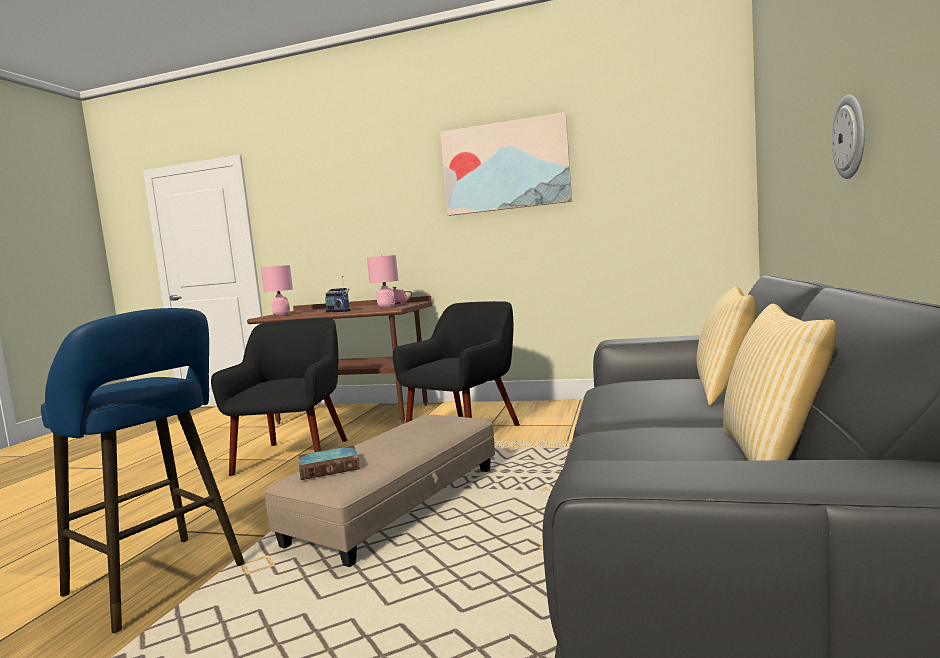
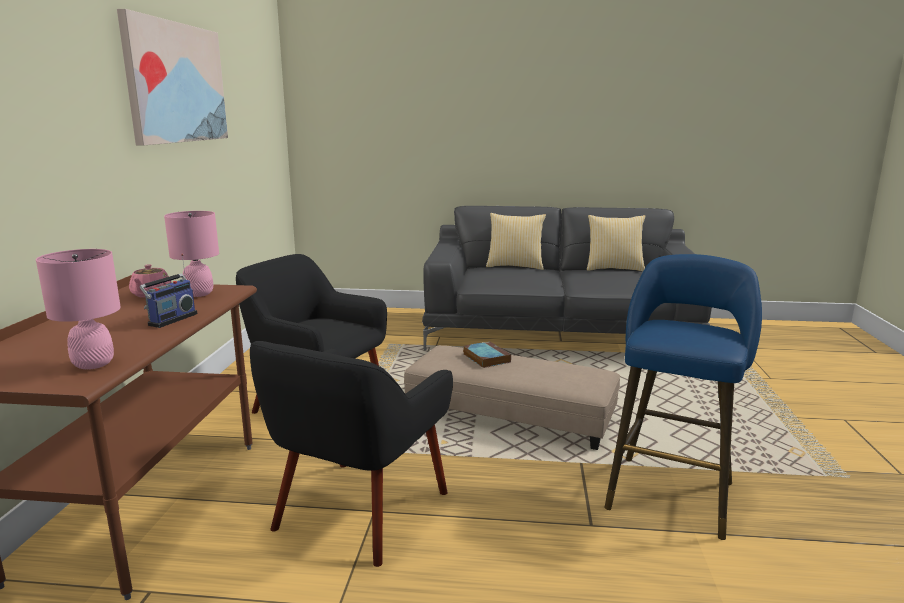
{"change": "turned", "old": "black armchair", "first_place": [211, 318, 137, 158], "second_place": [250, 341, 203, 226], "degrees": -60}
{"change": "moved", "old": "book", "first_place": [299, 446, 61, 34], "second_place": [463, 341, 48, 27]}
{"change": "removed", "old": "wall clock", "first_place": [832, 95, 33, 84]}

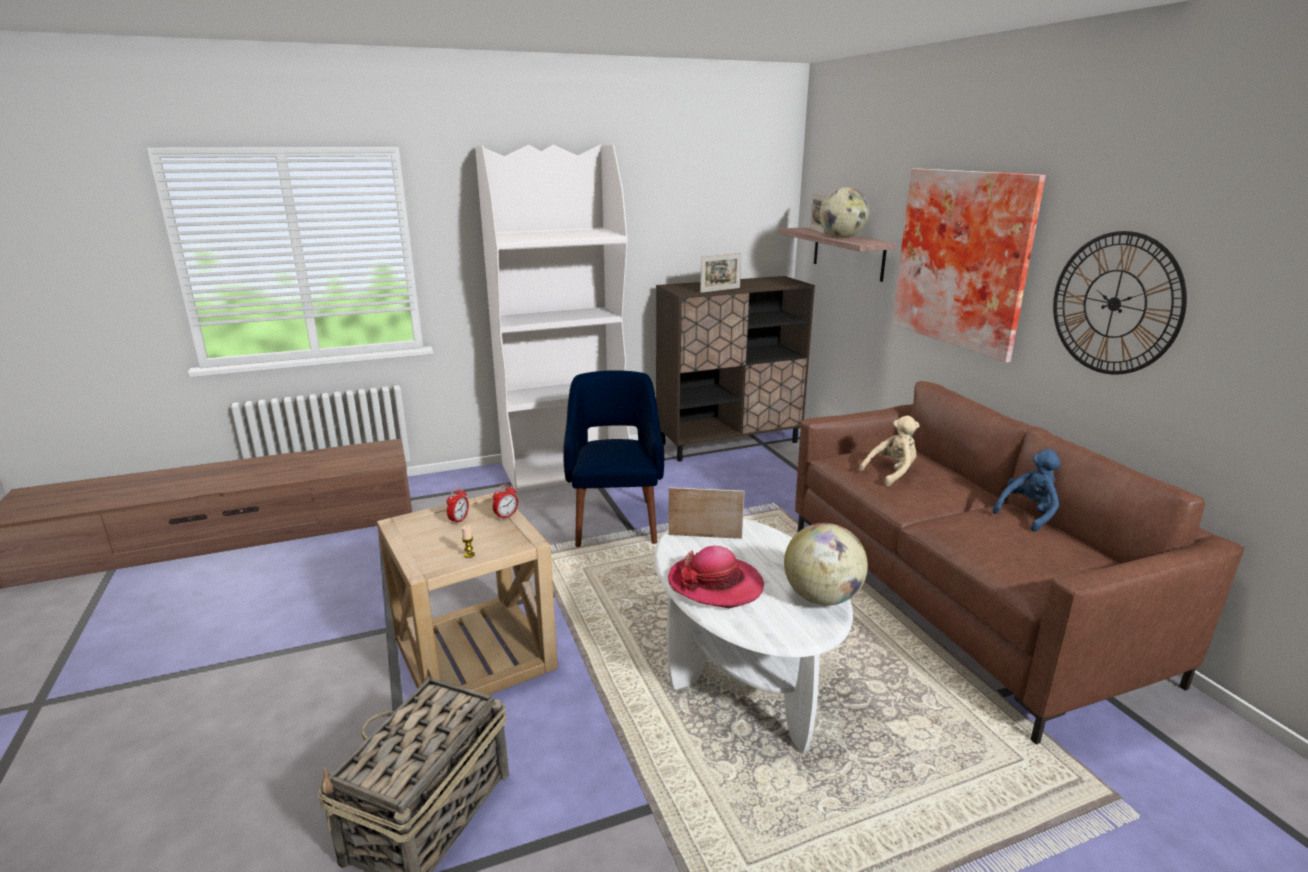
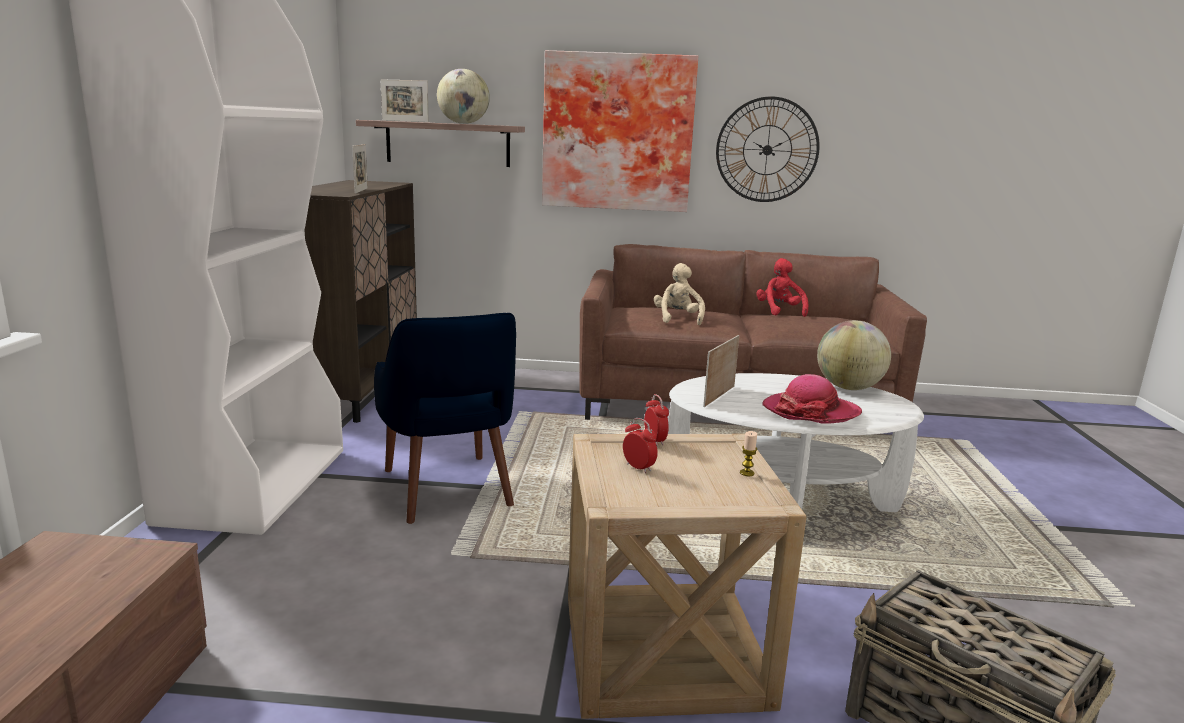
{"change": "turned", "old": "blue armchair", "first_place": [563, 370, 101, 177], "second_place": [374, 313, 142, 211], "degrees": -135}
{"change": "recoloured", "old": "blue plush toy", "new": "red plush toy", "first_place": [992, 449, 68, 83], "second_place": [756, 258, 52, 59]}

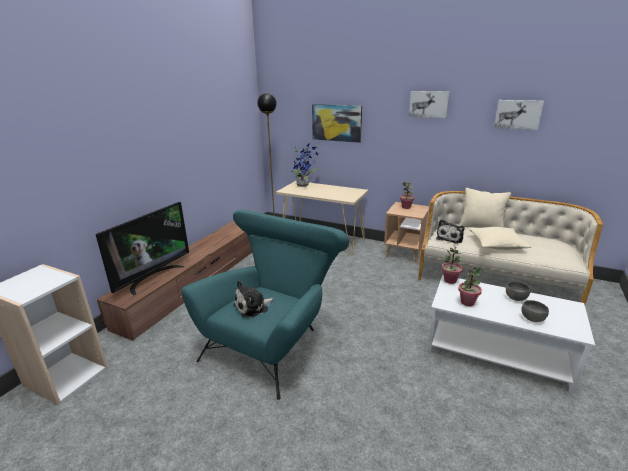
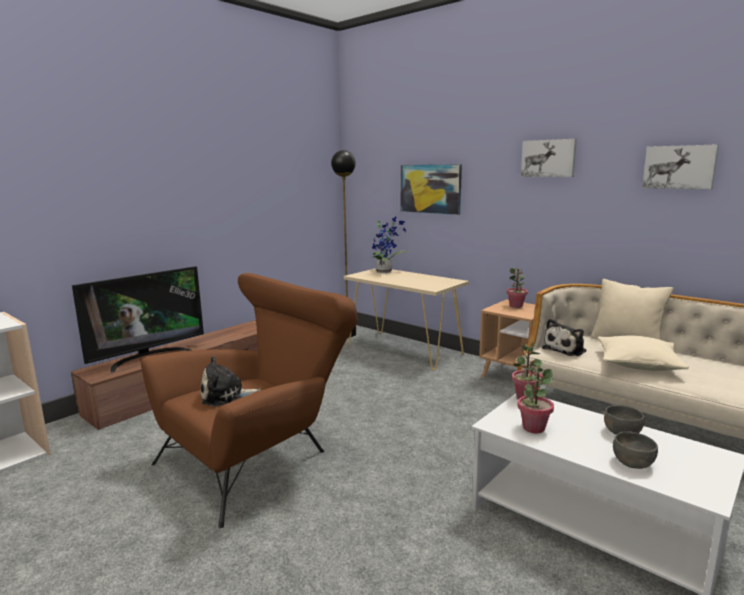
{"change": "recoloured", "old": "turquoise armchair", "new": "brown armchair", "first_place": [181, 210, 168, 190], "second_place": [141, 273, 217, 255]}

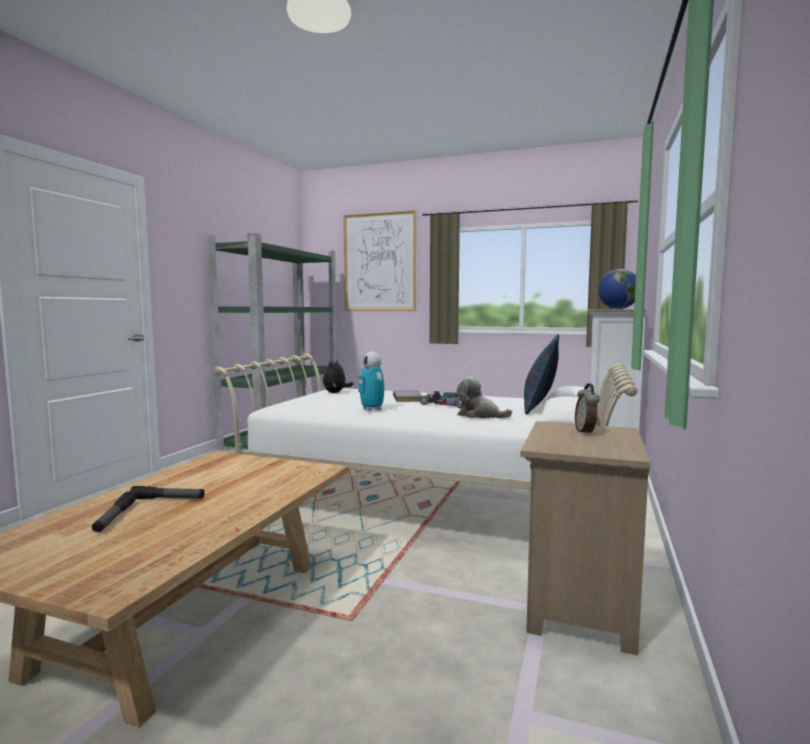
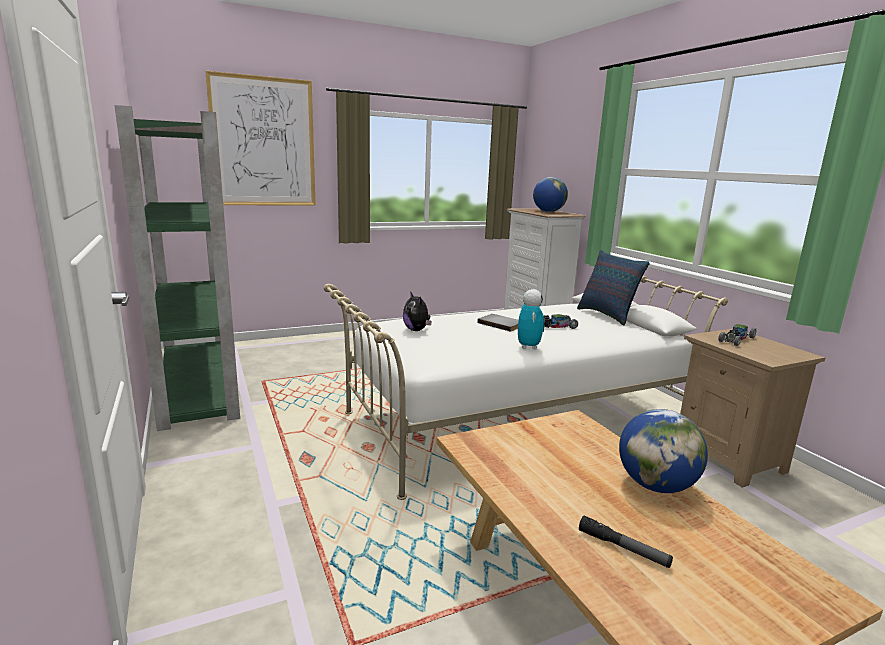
{"change": "removed", "old": "flashlight", "first_place": [130, 486, 75, 13]}
{"change": "turned", "old": "toy robot", "first_place": [358, 352, 26, 59], "second_place": [518, 289, 26, 60], "degrees": -105}
{"change": "removed", "old": "plush toy", "first_place": [457, 377, 55, 41]}
{"change": "replaced", "old": "alarm clock", "new": "toy car", "first_place": [575, 383, 25, 52], "second_place": [718, 324, 39, 22]}
{"change": "added", "new": "globe", "second_place": [619, 409, 89, 84]}

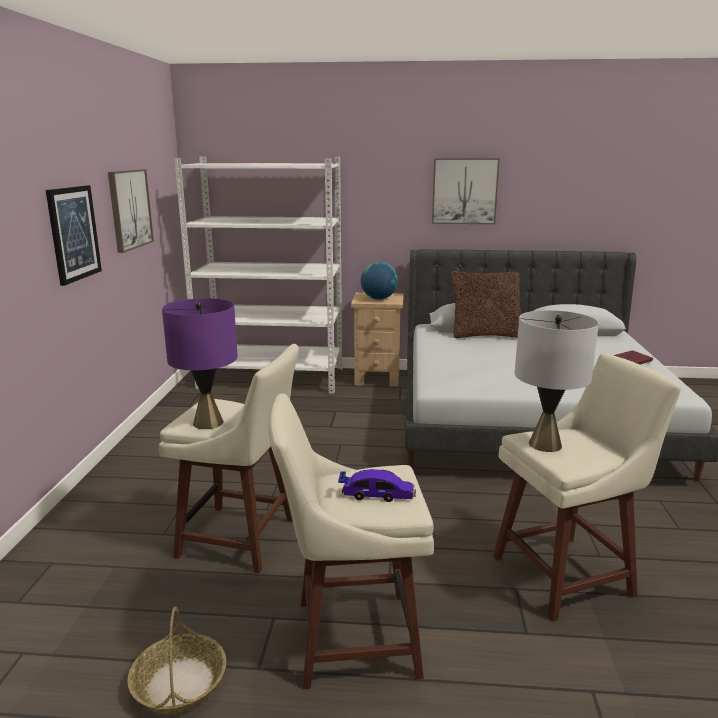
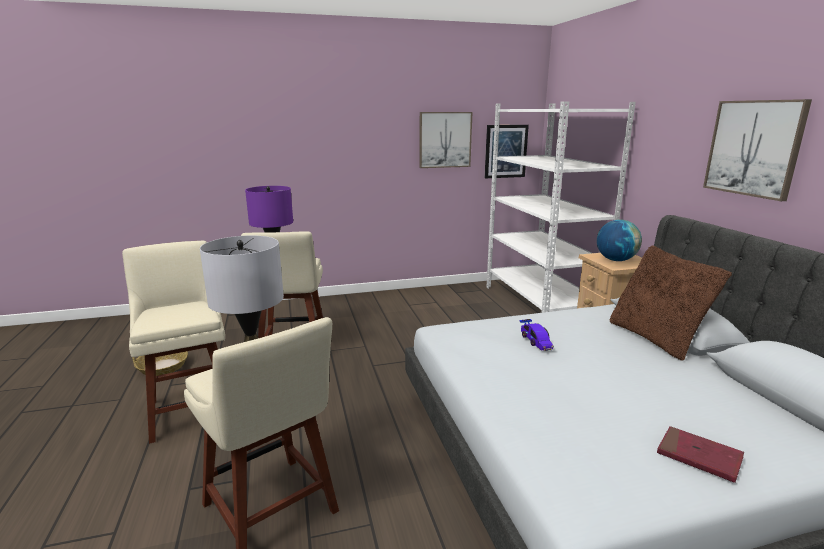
{"change": "moved", "old": "picture", "first_place": [46, 185, 56, 101], "second_place": [485, 125, 44, 53]}
{"change": "moved", "old": "toy car", "first_place": [338, 469, 78, 33], "second_place": [519, 319, 35, 32]}

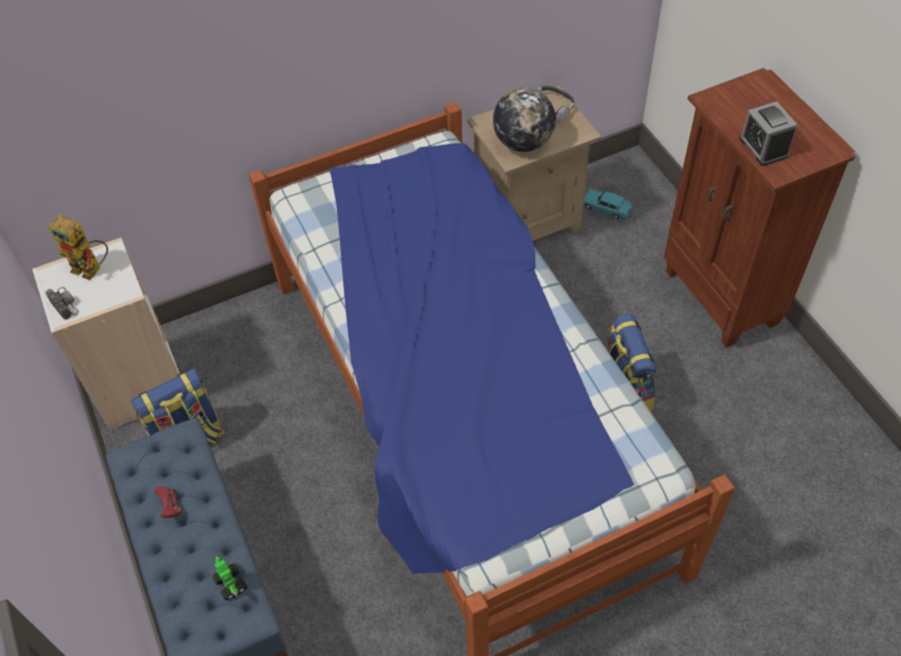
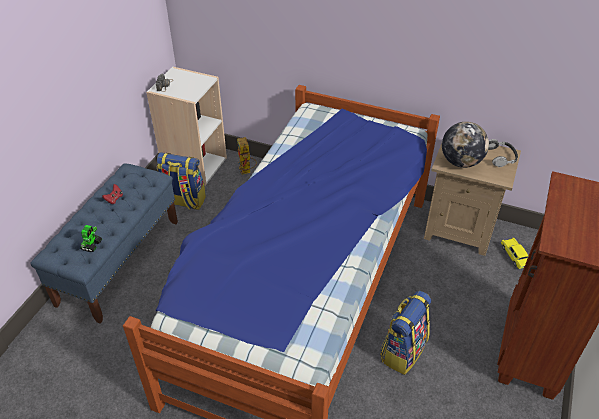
{"change": "moved", "old": "toy robot", "first_place": [48, 214, 60, 66], "second_place": [237, 137, 20, 37]}
{"change": "recoloured", "old": "turquoise toy car", "new": "yellow toy car", "first_place": [583, 188, 50, 32], "second_place": [500, 238, 28, 32]}
{"change": "removed", "old": "alarm clock", "first_place": [739, 101, 58, 65]}

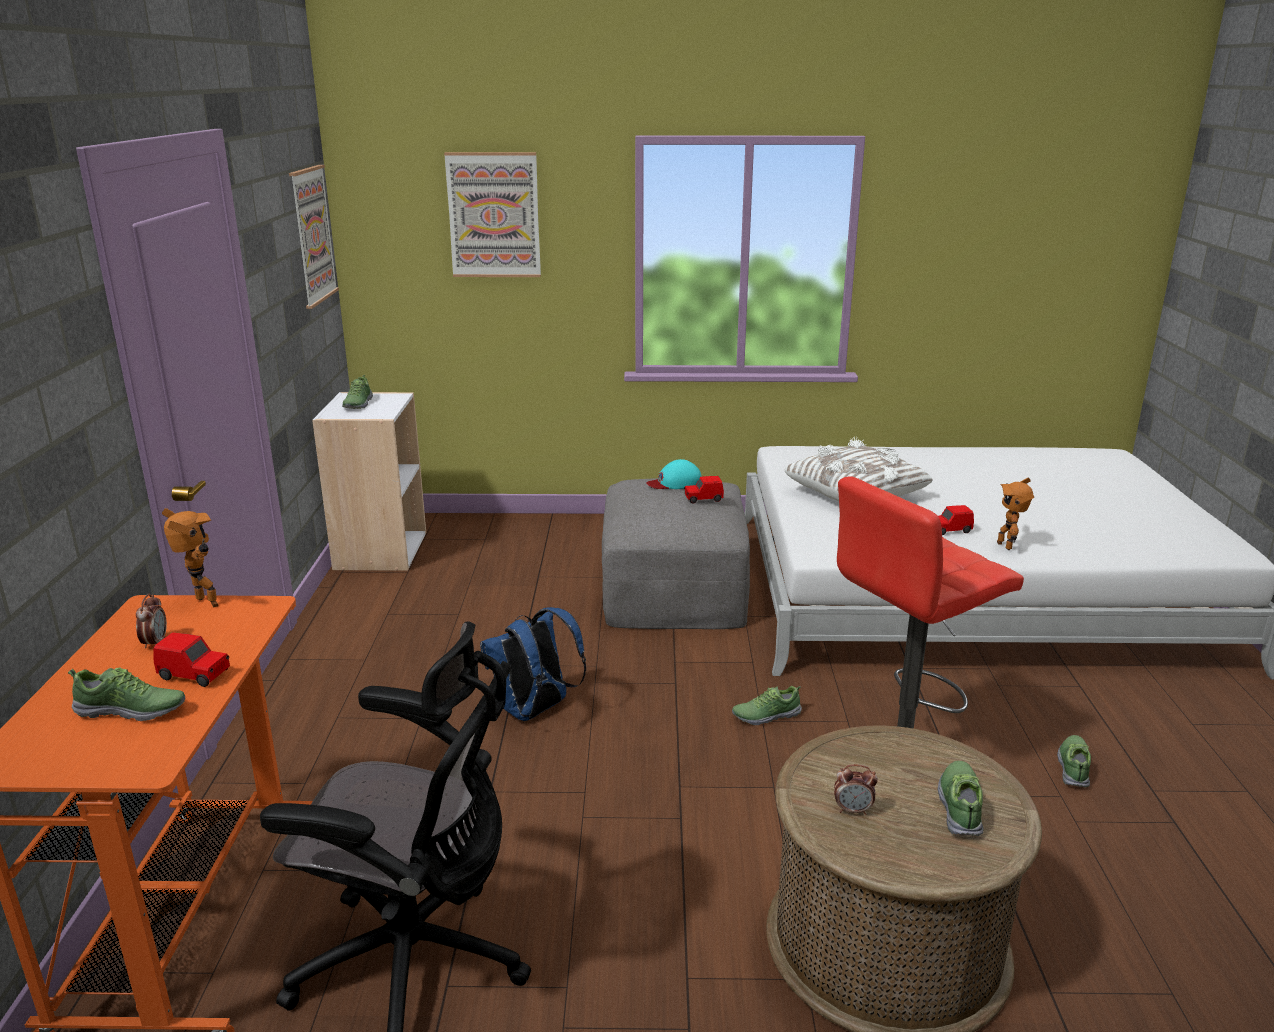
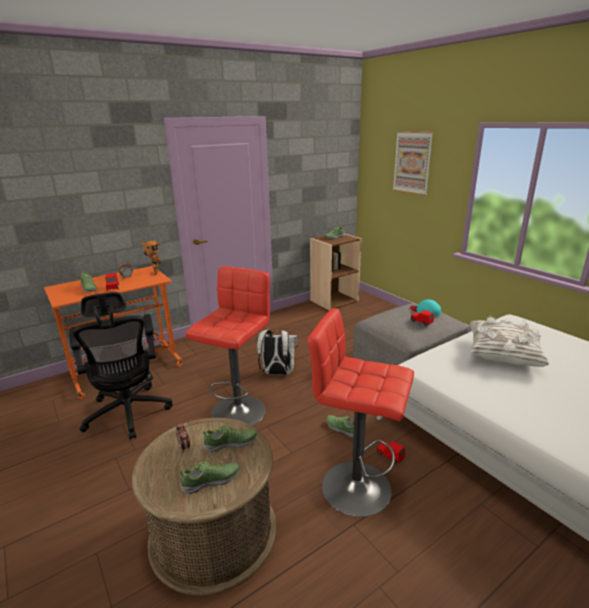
{"change": "removed", "old": "picture", "first_place": [289, 165, 50, 144]}
{"change": "recoloured", "old": "white bookcase", "new": "brown bookcase", "first_place": [312, 392, 114, 179], "second_place": [310, 234, 51, 76]}
{"change": "recoloured", "old": "blue backpack", "new": "white backpack", "first_place": [480, 607, 106, 114], "second_place": [257, 330, 41, 45]}
{"change": "moved", "old": "red toy car", "first_place": [938, 505, 36, 30], "second_place": [377, 441, 28, 23]}
{"change": "removed", "old": "toy robot", "first_place": [997, 478, 37, 72]}
{"change": "moved", "old": "shoe", "first_place": [1057, 735, 34, 53], "second_place": [202, 425, 55, 27]}
{"change": "added", "new": "red stool", "second_place": [186, 266, 84, 160]}

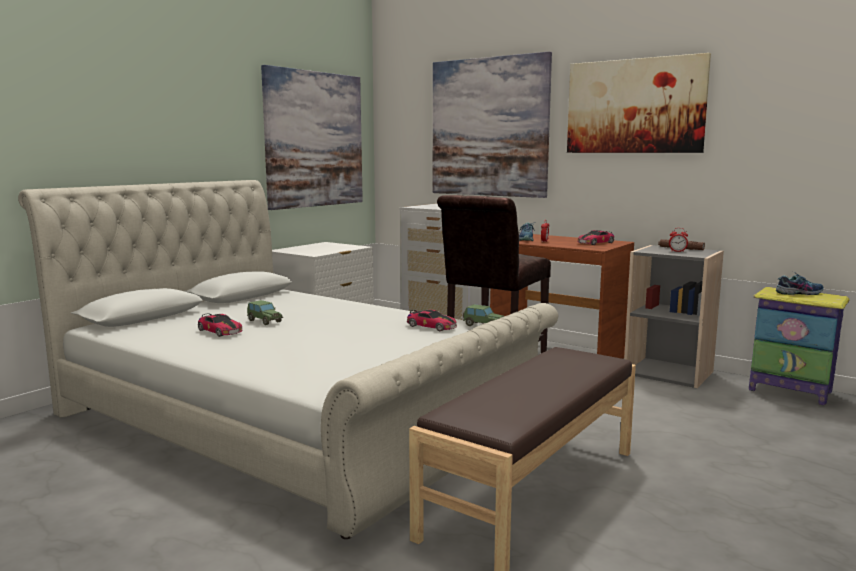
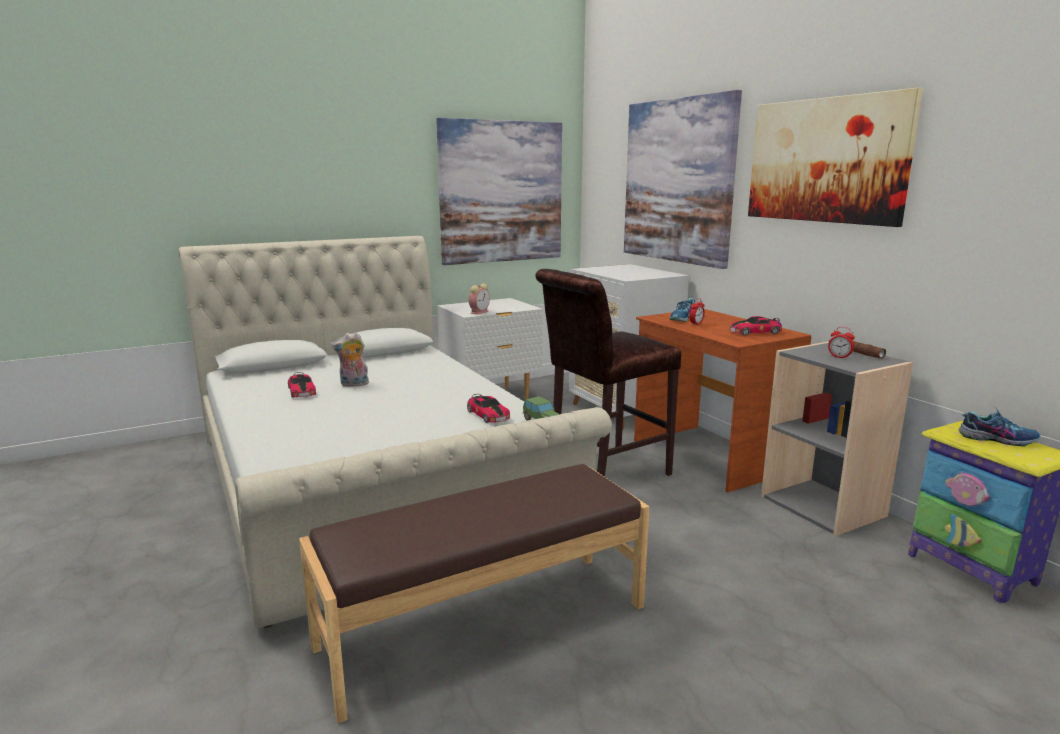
{"change": "replaced", "old": "toy car", "new": "plush toy", "first_place": [247, 300, 36, 25], "second_place": [333, 332, 36, 55]}
{"change": "added", "new": "alarm clock", "second_place": [469, 284, 21, 31]}

